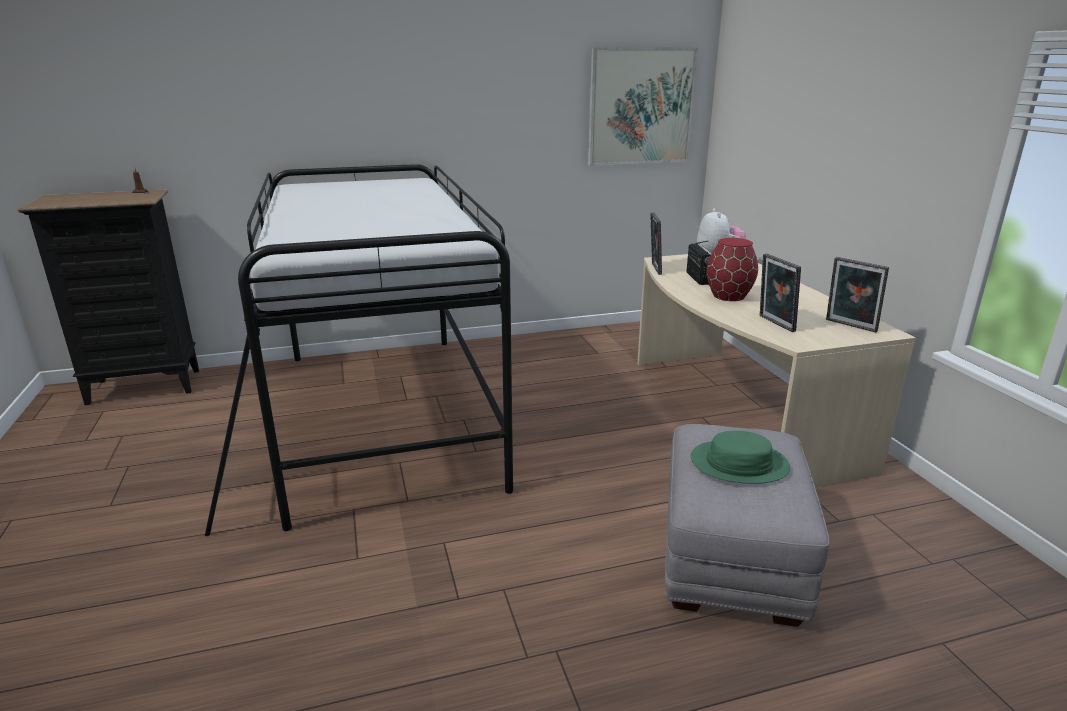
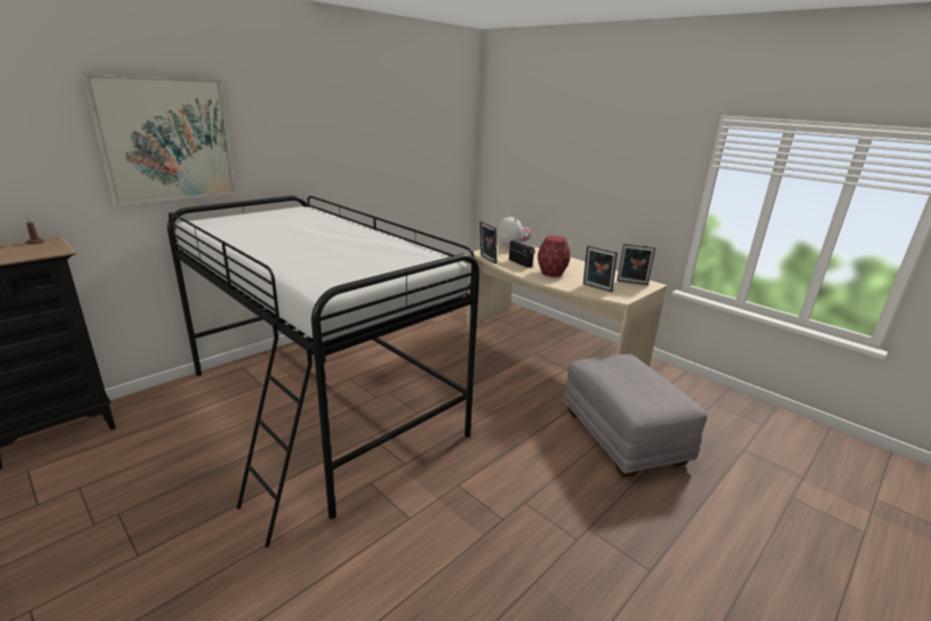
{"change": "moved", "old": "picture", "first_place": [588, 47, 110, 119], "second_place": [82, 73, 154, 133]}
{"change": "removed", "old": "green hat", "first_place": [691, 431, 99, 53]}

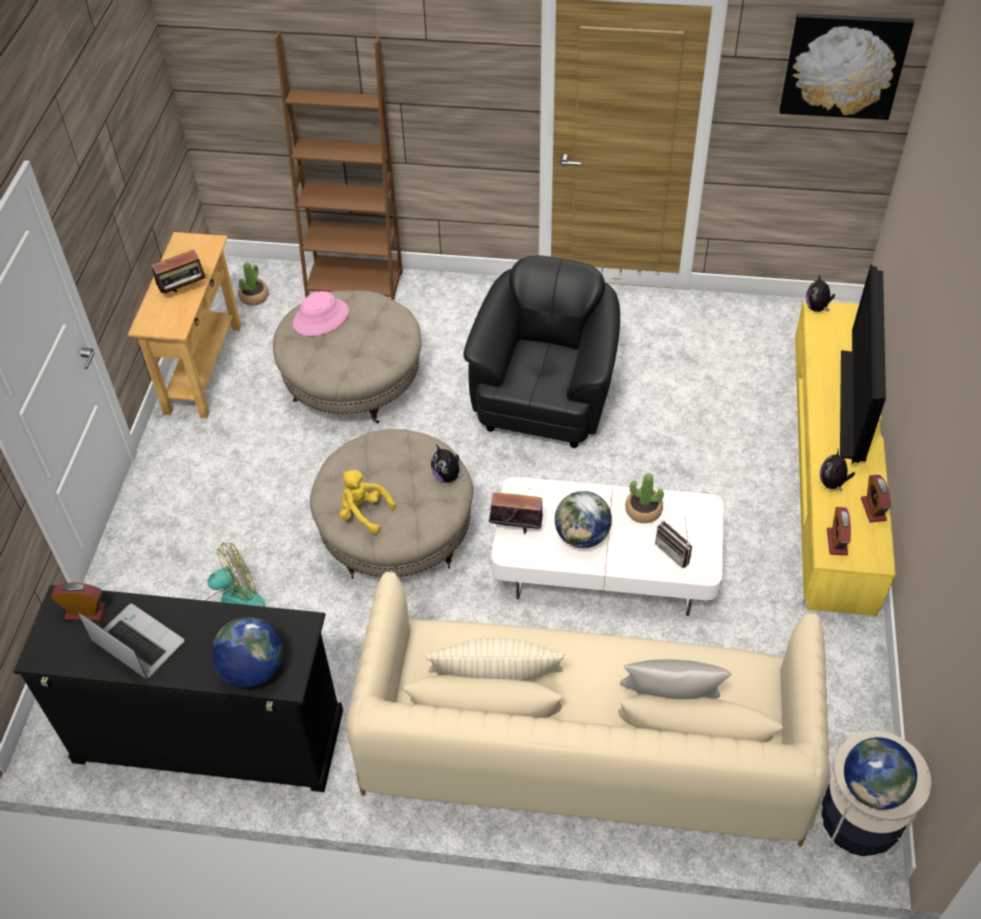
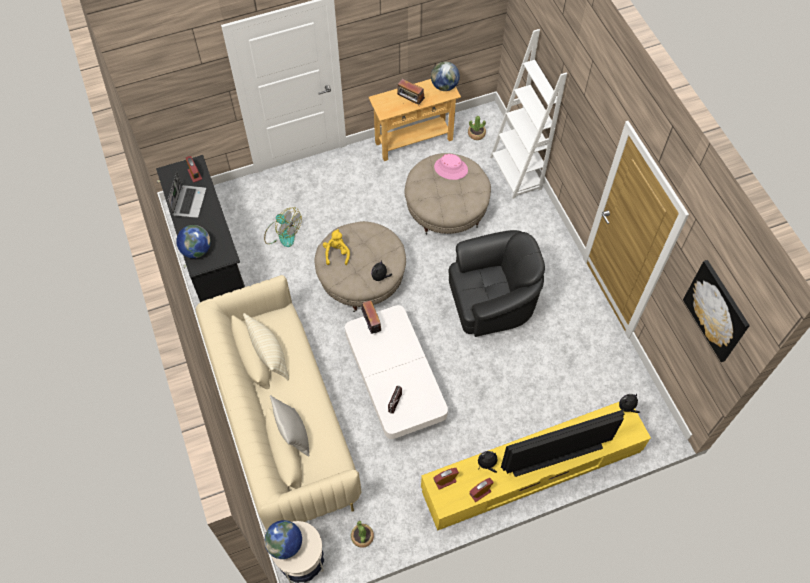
{"change": "recoloured", "old": "brown bookcase", "new": "white bookcase", "first_place": [275, 32, 128, 268], "second_place": [490, 29, 77, 170]}
{"change": "moved", "old": "globe", "first_place": [555, 491, 57, 57], "second_place": [431, 62, 29, 29]}
{"change": "moved", "old": "potted plant", "first_place": [625, 473, 39, 50], "second_place": [351, 521, 23, 27]}

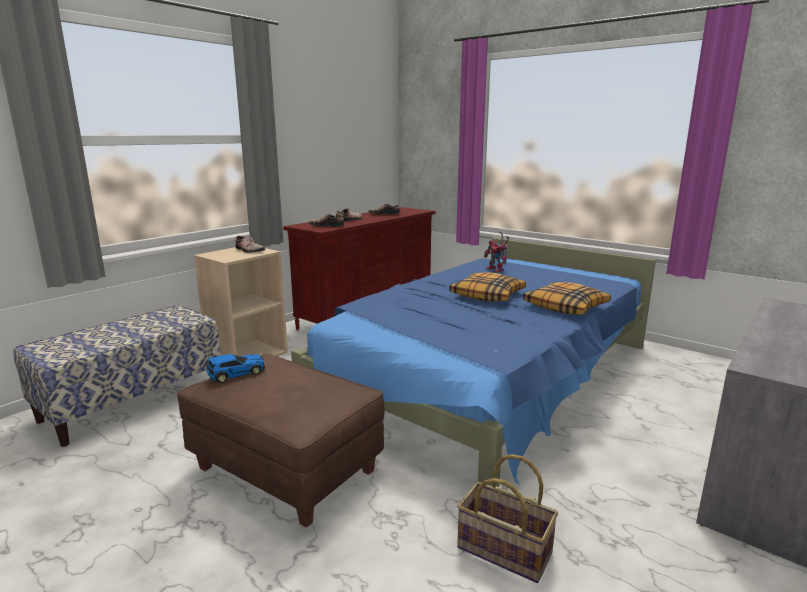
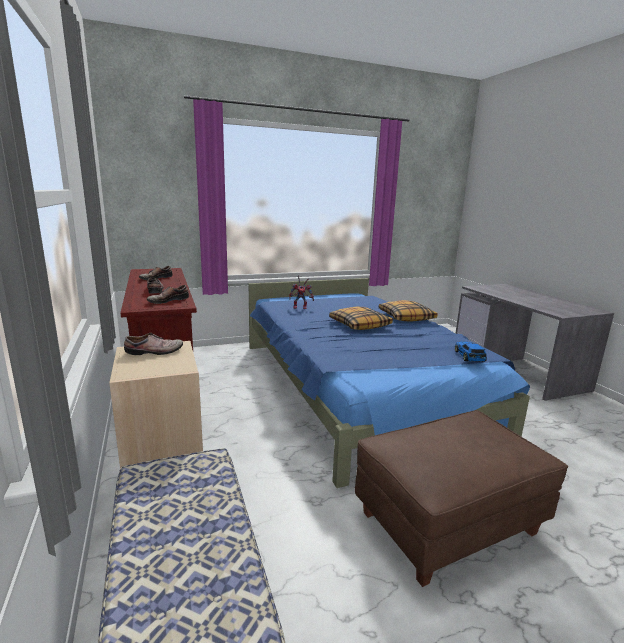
{"change": "moved", "old": "toy car", "first_place": [206, 354, 59, 29], "second_place": [455, 341, 32, 21]}
{"change": "removed", "old": "basket", "first_place": [457, 454, 101, 129]}

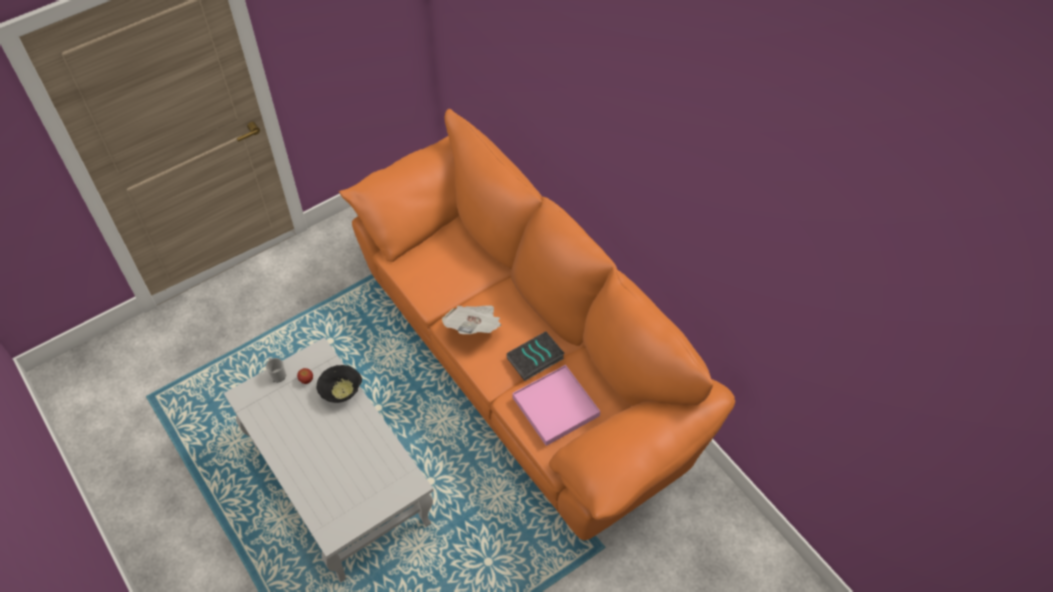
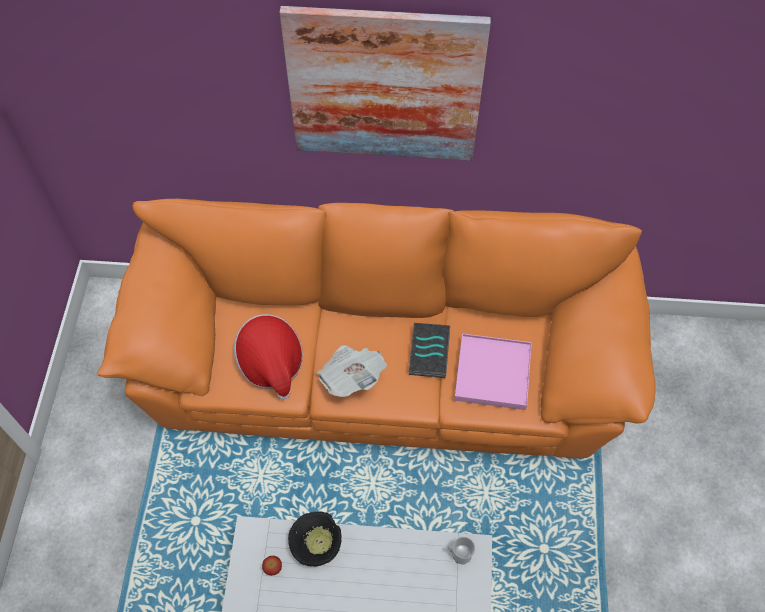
{"change": "moved", "old": "mug", "first_place": [266, 358, 20, 24], "second_place": [448, 537, 27, 27]}
{"change": "added", "new": "hat", "second_place": [233, 314, 70, 86]}
{"change": "added", "new": "picture", "second_place": [279, 6, 212, 155]}

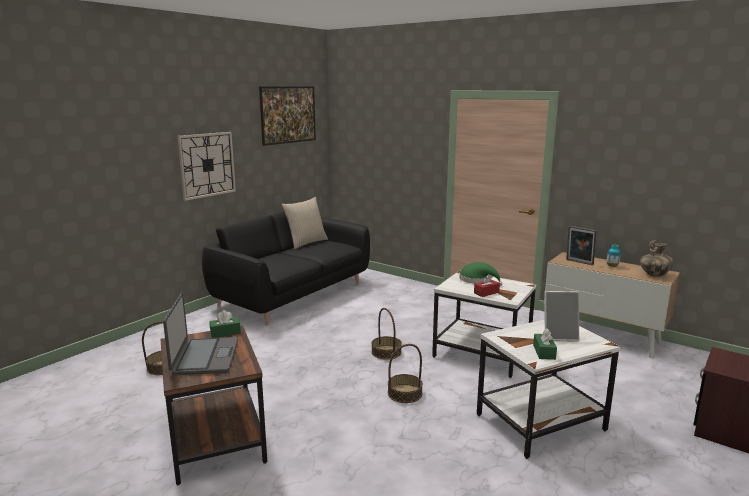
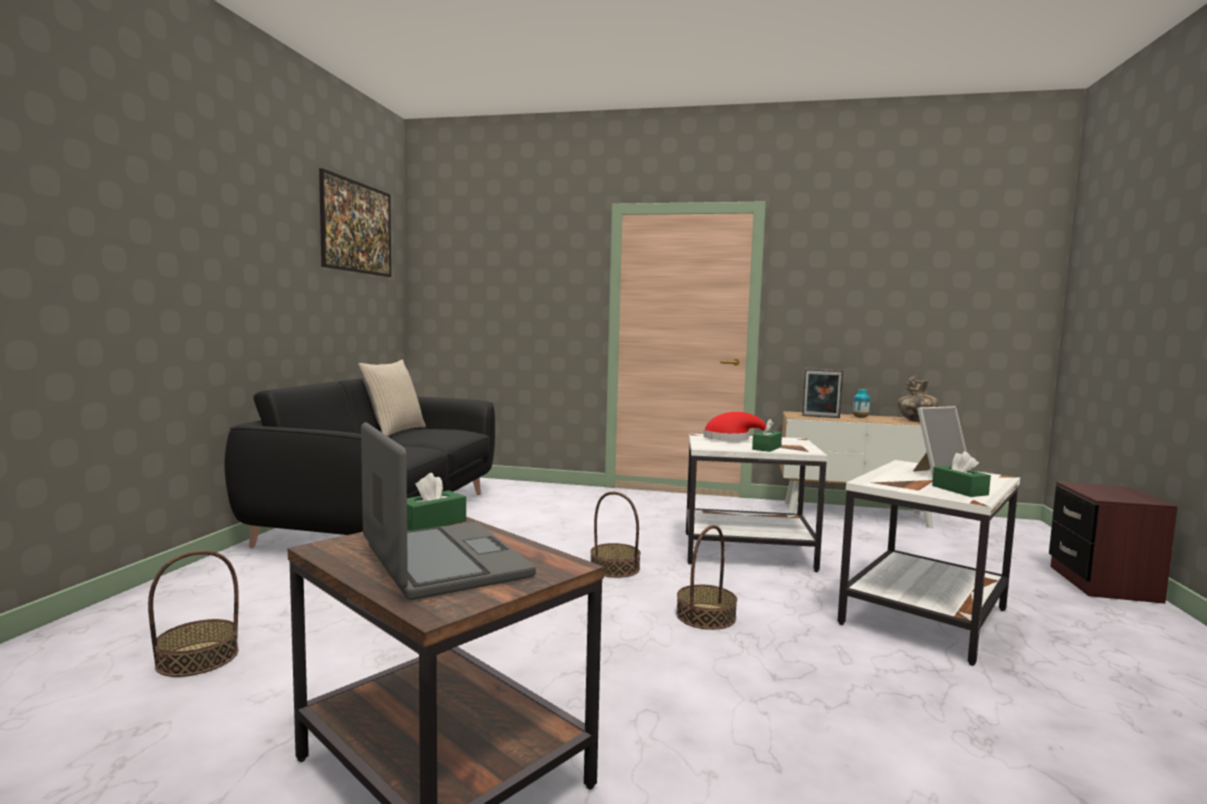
{"change": "removed", "old": "wall clock", "first_place": [177, 132, 59, 69]}
{"change": "recoloured", "old": "green hat", "new": "red hat", "first_place": [459, 262, 43, 24], "second_place": [703, 412, 63, 29]}
{"change": "recoloured", "old": "red tissue box", "new": "green tissue box", "first_place": [474, 274, 26, 23], "second_place": [752, 419, 30, 33]}

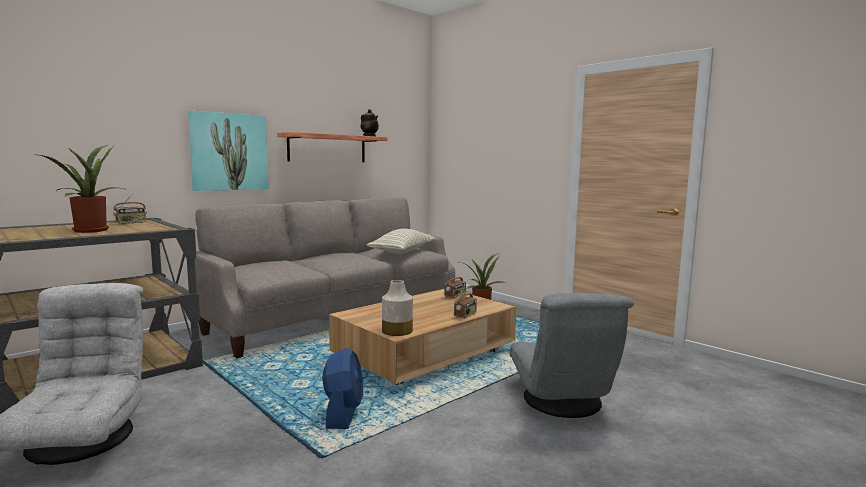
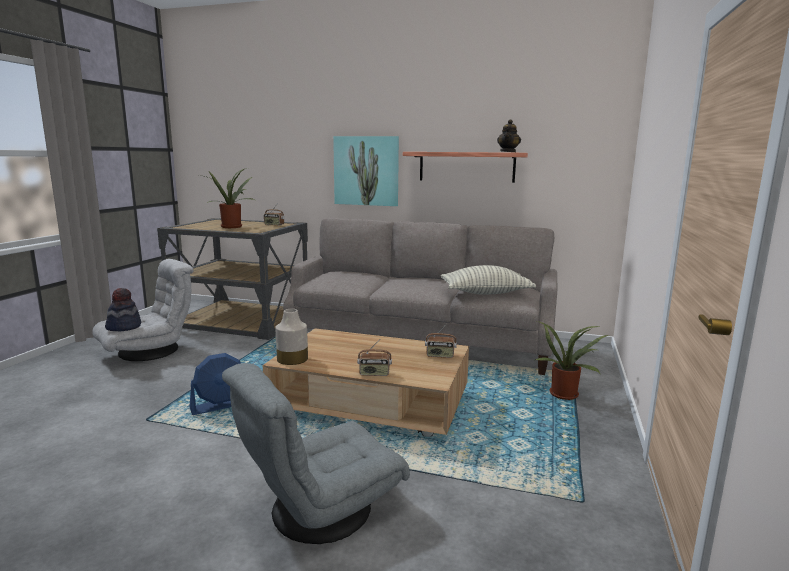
{"change": "added", "new": "hat", "second_place": [105, 288, 36, 44]}

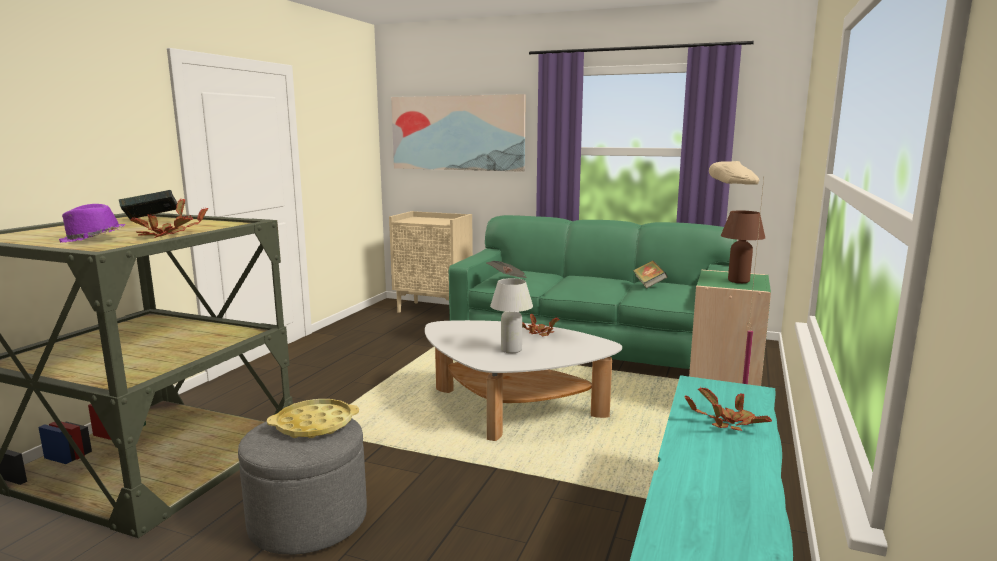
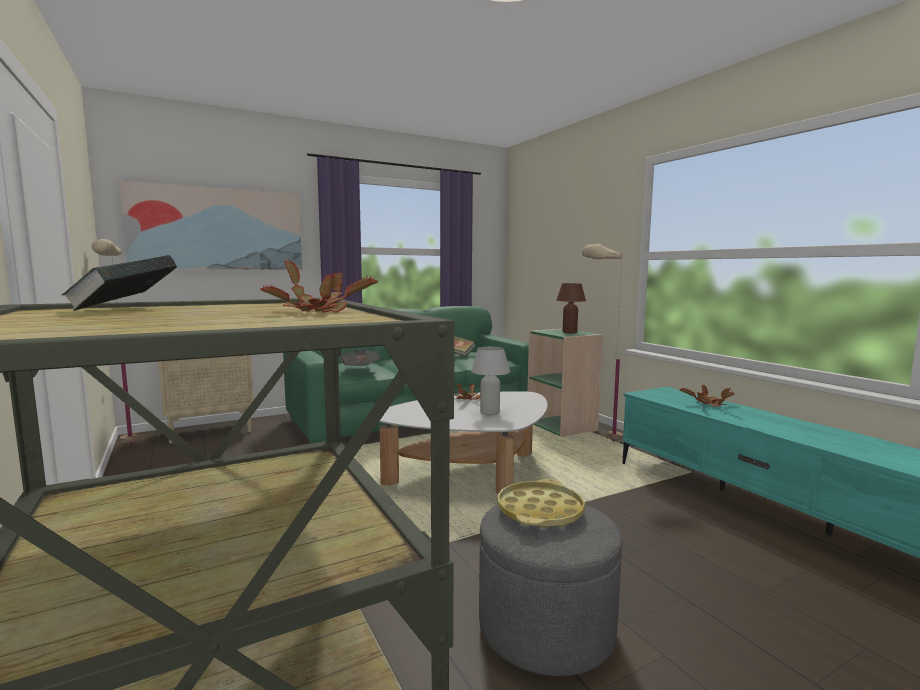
{"change": "removed", "old": "purple hat", "first_place": [59, 204, 66, 39]}
{"change": "added", "new": "beige floor lamp", "second_place": [92, 239, 49, 206]}

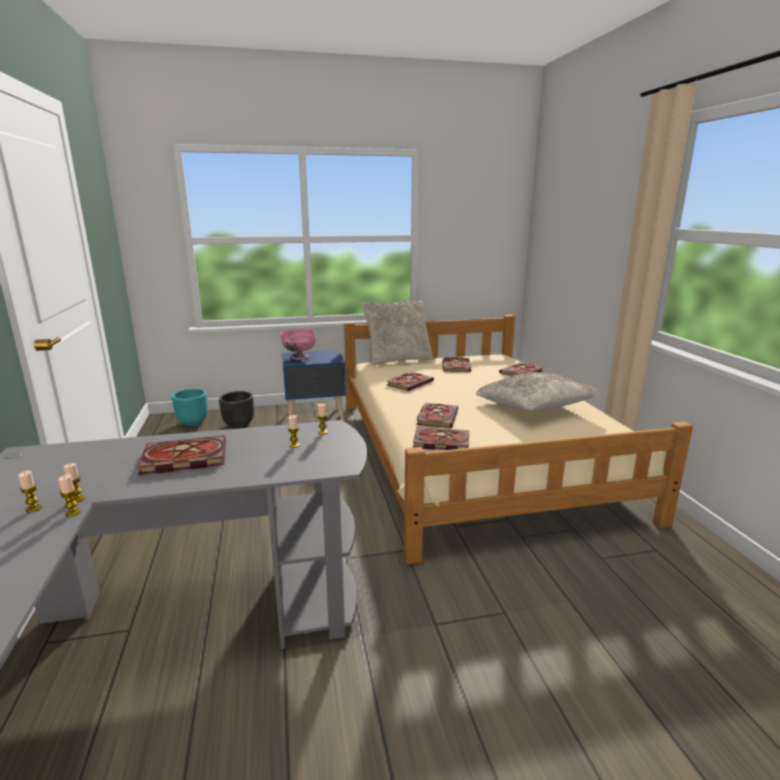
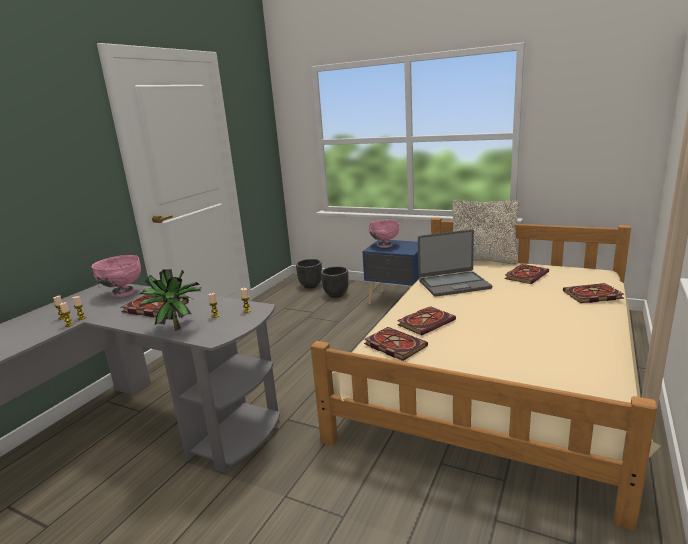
{"change": "recoloured", "old": "turquoise planter", "new": "black planter", "first_place": [172, 389, 36, 37], "second_place": [296, 259, 26, 29]}
{"change": "replaced", "old": "book", "new": "laptop", "first_place": [386, 372, 48, 19], "second_place": [418, 230, 74, 67]}
{"change": "removed", "old": "beige pillow", "first_place": [476, 372, 123, 39]}
{"change": "added", "new": "pink bowl", "second_place": [92, 255, 49, 42]}
{"change": "added", "new": "potted plant", "second_place": [138, 269, 63, 62]}

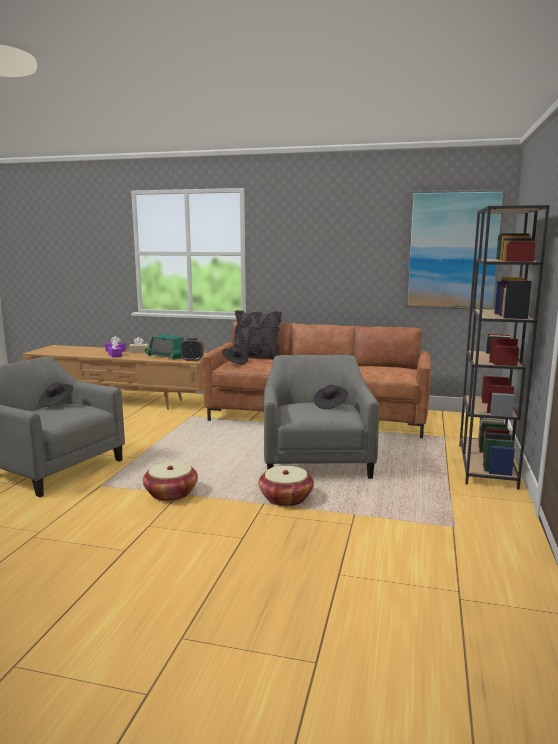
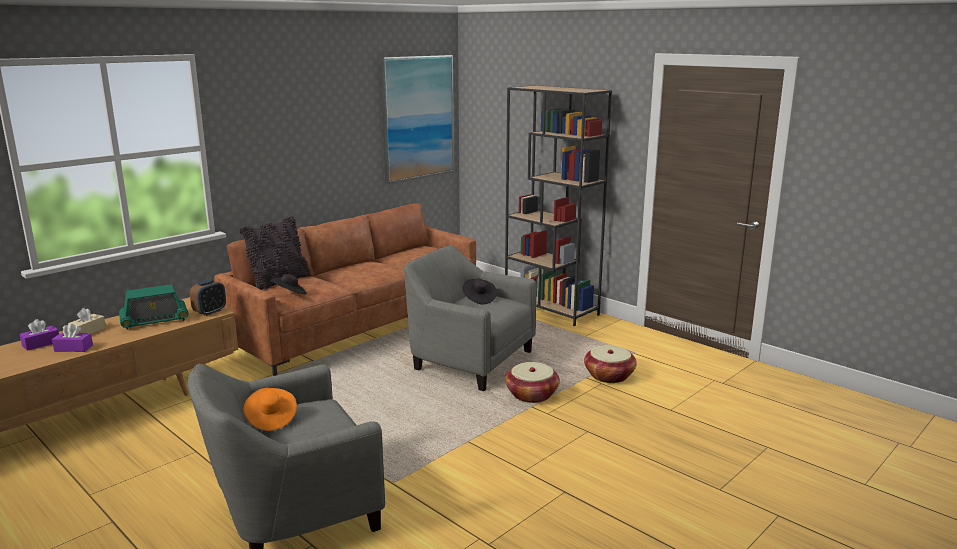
{"change": "recoloured", "old": "black hat", "new": "orange hat", "first_place": [39, 383, 34, 24], "second_place": [243, 388, 54, 43]}
{"change": "moved", "old": "basket", "first_place": [143, 461, 55, 40], "second_place": [584, 345, 53, 38]}

